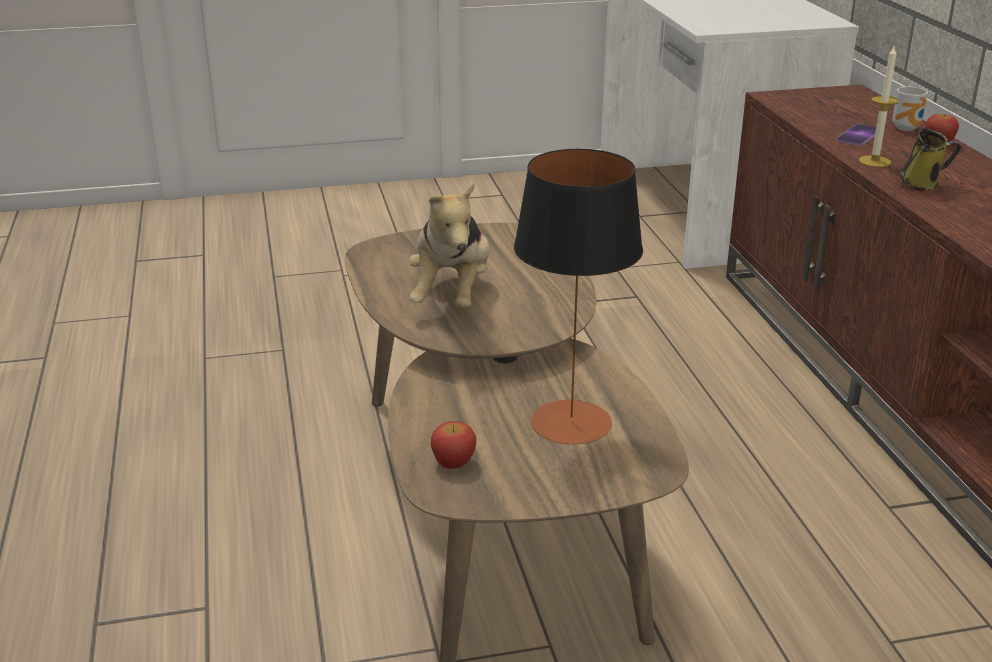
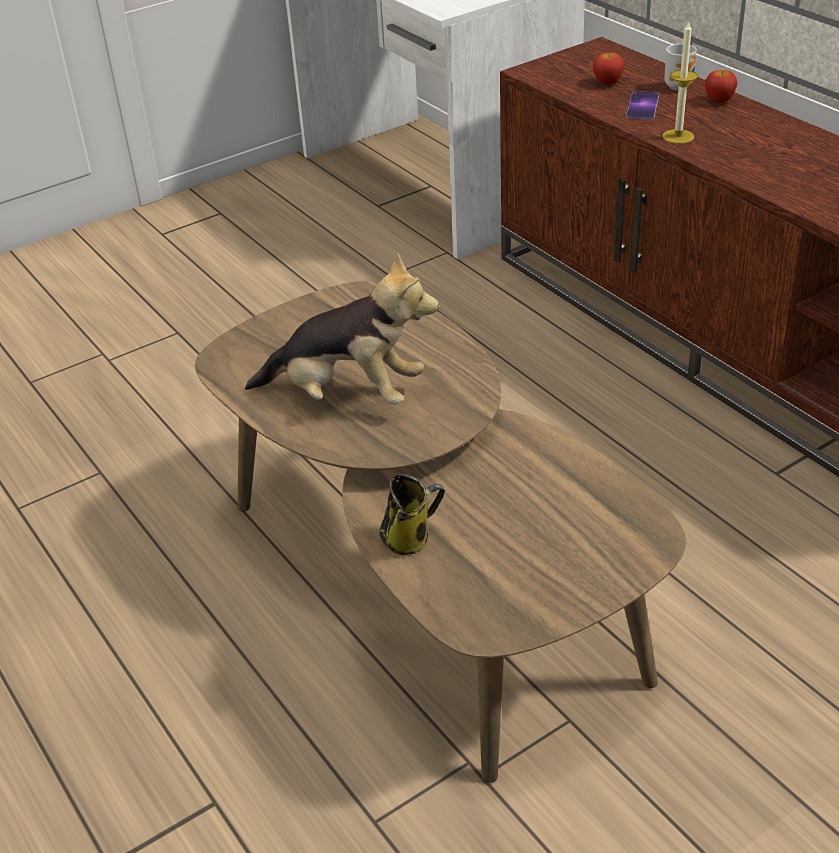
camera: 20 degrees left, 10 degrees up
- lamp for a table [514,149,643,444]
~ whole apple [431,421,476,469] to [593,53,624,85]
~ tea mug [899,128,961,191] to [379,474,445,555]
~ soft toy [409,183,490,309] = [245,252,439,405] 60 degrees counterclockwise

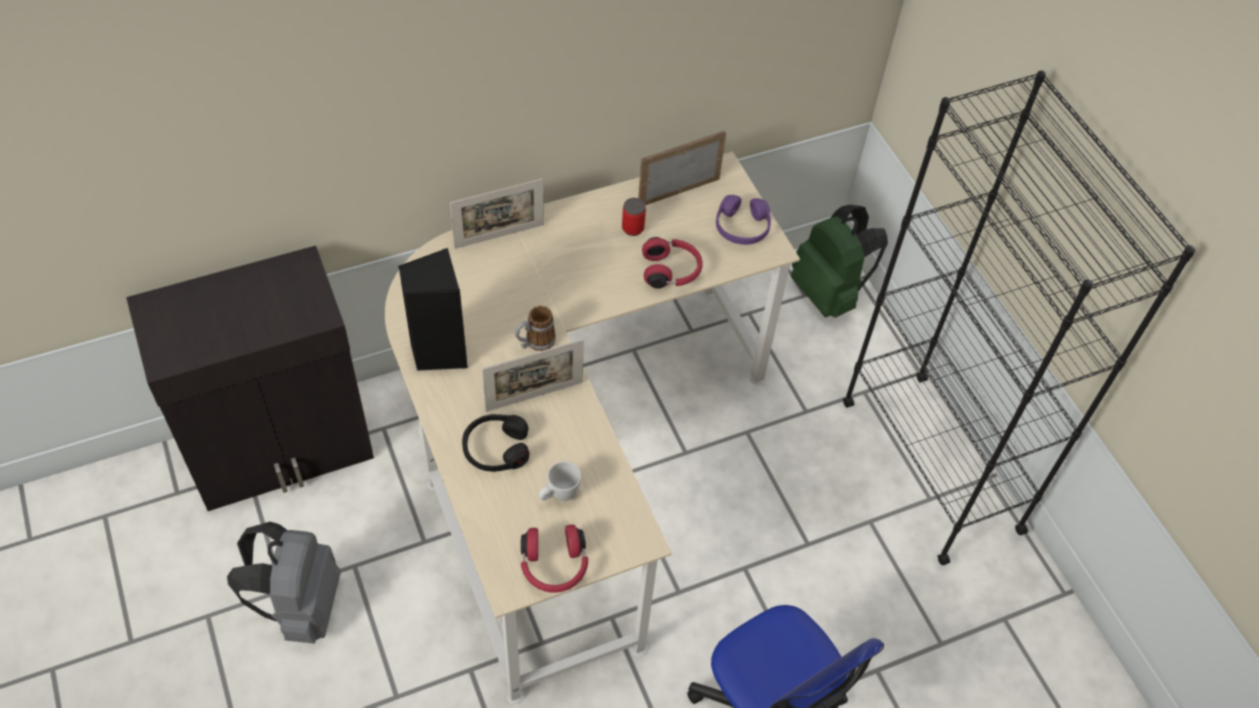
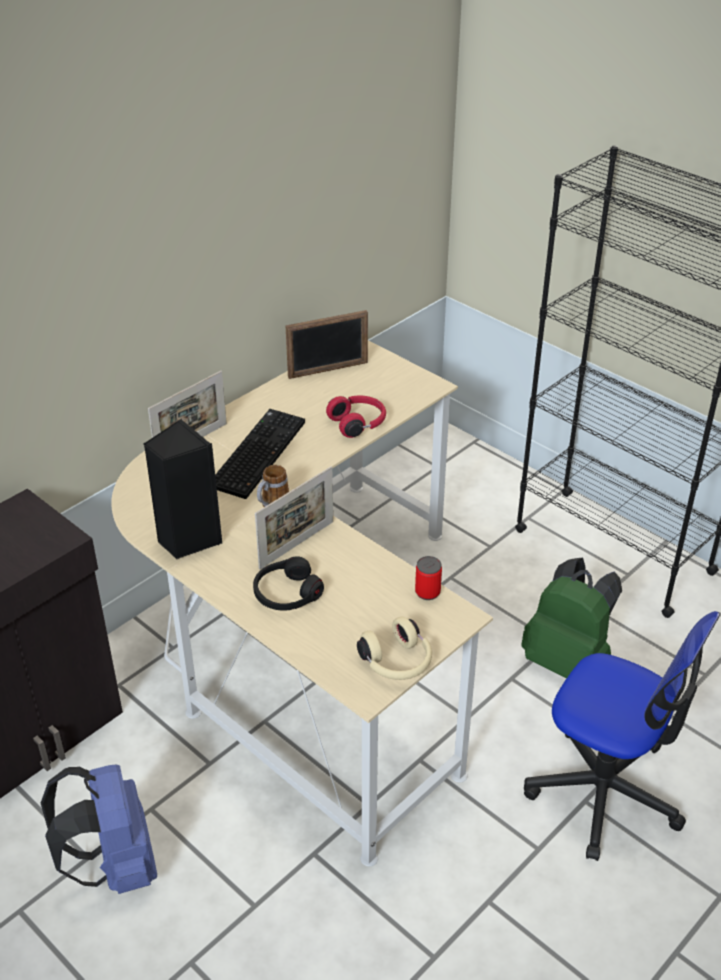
camera: 20 degrees left, 15 degrees down
- white tea mug [538,461,581,501]
- purplish pair of headphones [716,195,771,245]
+ keyboard [215,409,305,499]
~ sealed can [622,198,646,236] to [415,556,442,600]
~ green backpack [791,205,888,318] to [521,557,622,679]
~ gray backpack [227,522,341,644] to bluish backpack [41,764,157,894]
~ reddish pair of headphones [521,525,588,593] to sand-coloured pair of headphones [357,616,432,680]
~ photo frame [638,131,726,205] = [286,310,368,379] 150 degrees counterclockwise

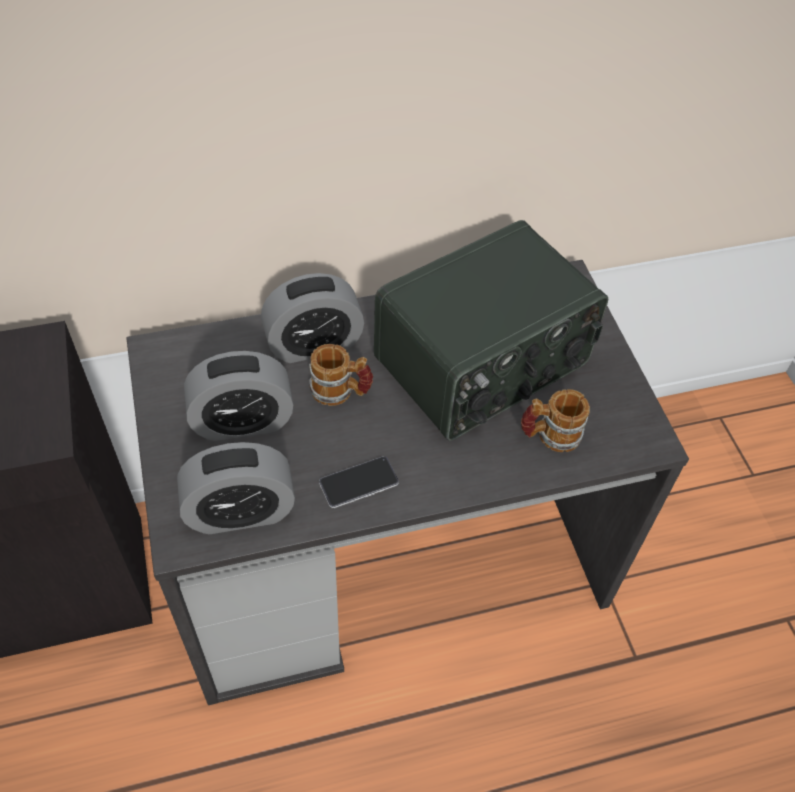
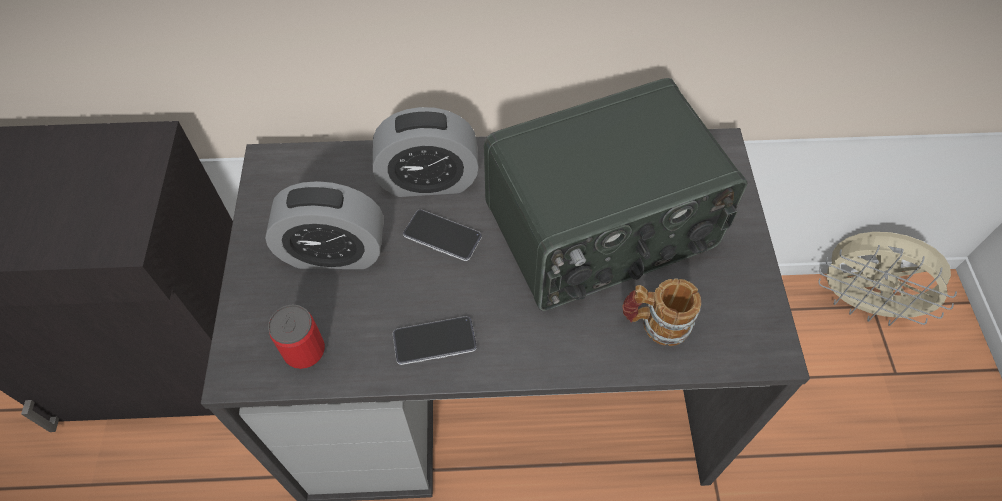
camera: 15 degrees right, 5 degrees up
+ sand-coloured fan [818,232,957,326]
~ alarm clock [177,442,295,534] to sealed can [268,305,325,369]
~ tea mug [309,344,373,406] to phone [403,209,482,261]

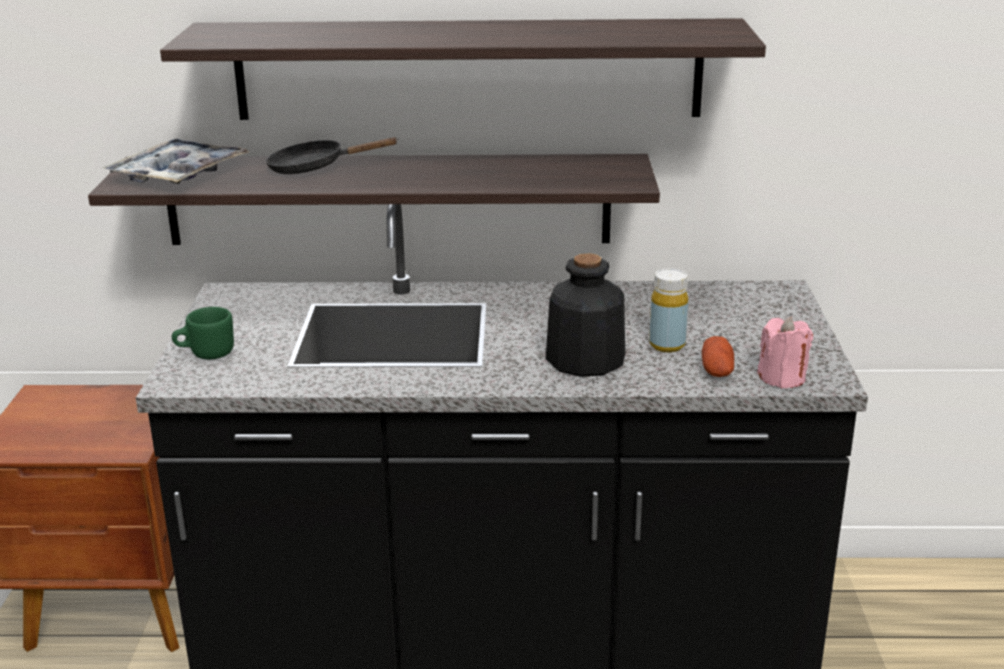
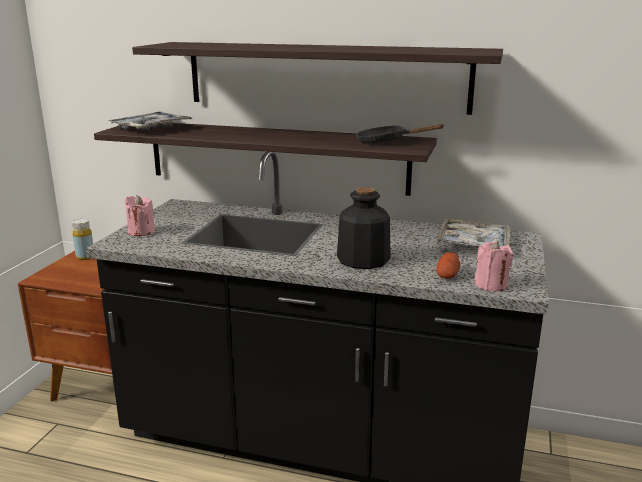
camera: 15 degrees right, 5 degrees down
+ carrying tray [437,219,511,248]
~ blackish skillet [265,137,398,174] to [356,124,444,143]
~ yellow drink bottle [649,268,688,352] to [72,218,93,260]
~ green tea mug [172,307,234,359] to pink-coloured wax light [124,195,155,236]

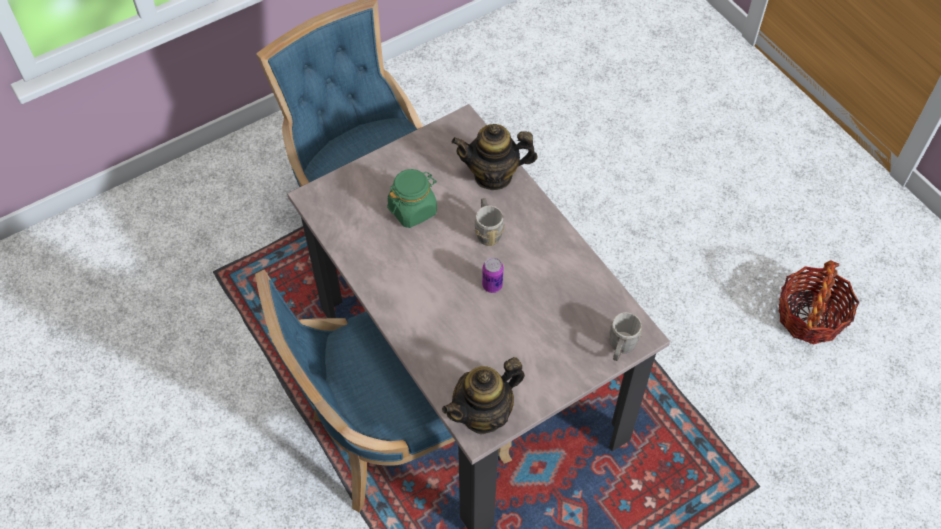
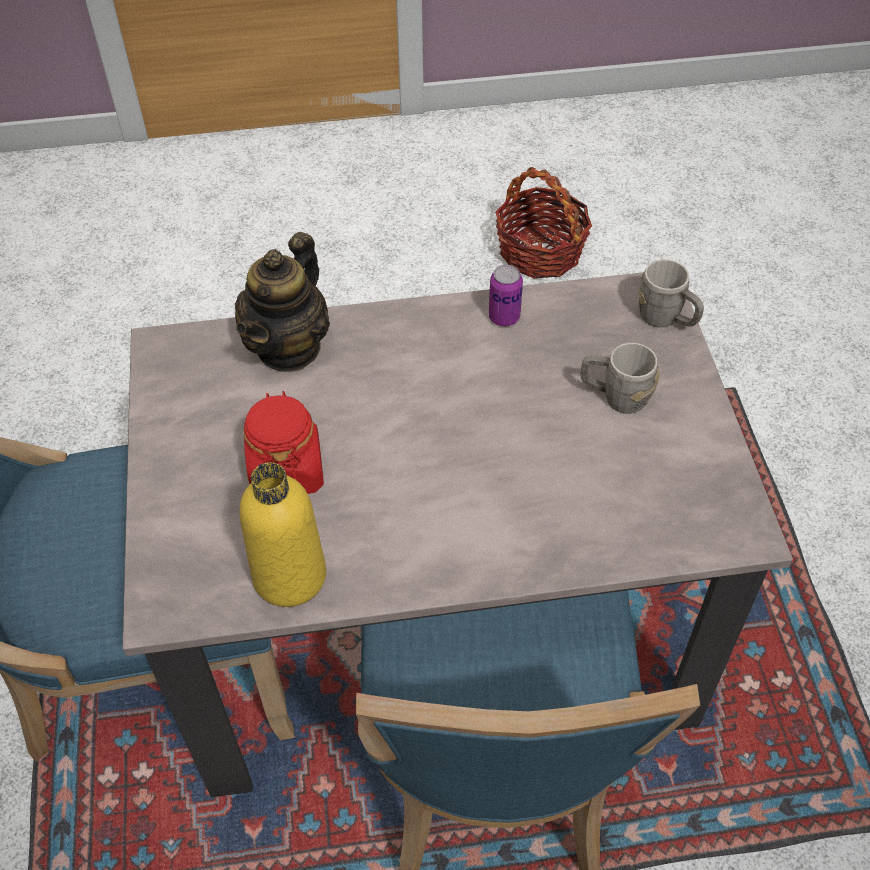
camera: 65 degrees left, 5 degrees down
- tea pot [442,357,525,435]
+ yellow drink bottle [239,462,326,607]
~ gray tea mug [475,198,505,246] to [580,343,660,414]
~ sealed can [482,258,503,293] to [489,265,523,326]
~ green jar [387,169,437,228] to reddish jar [244,391,324,494]

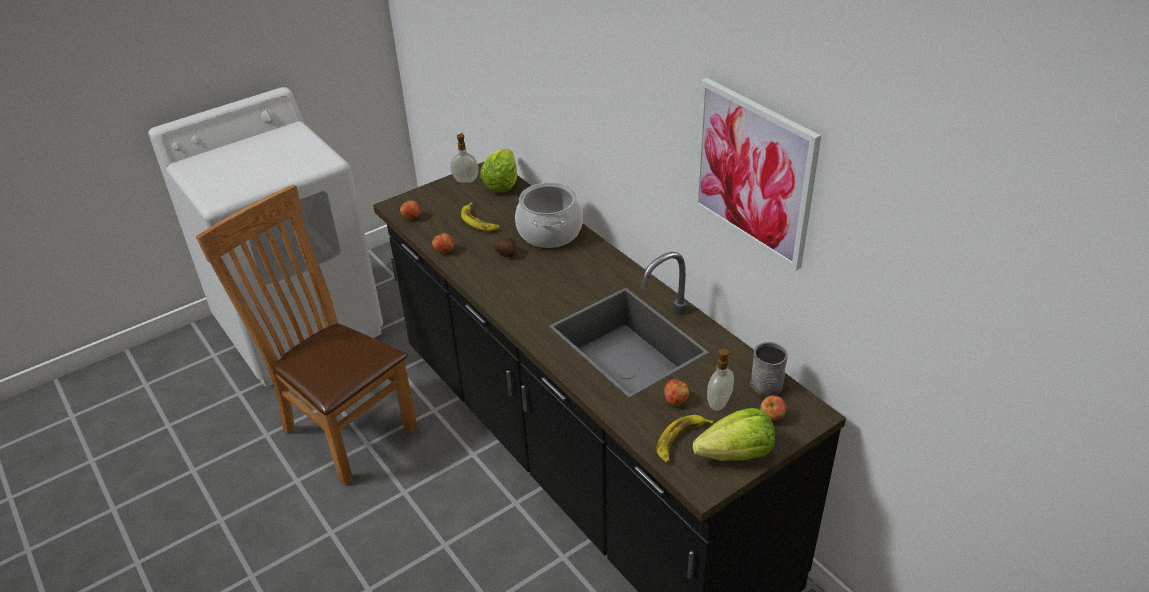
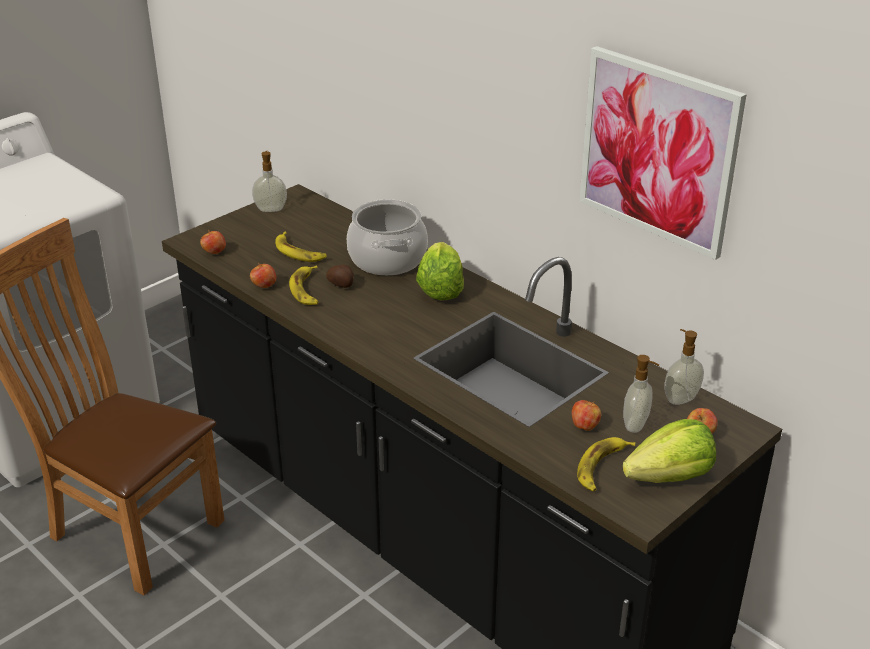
camera: 10 degrees left, 5 degrees down
+ banana [289,265,319,305]
~ lettuce [480,149,517,192] to [416,242,464,300]
~ gray tea mug [750,342,788,397] to soap bottle [665,329,704,405]

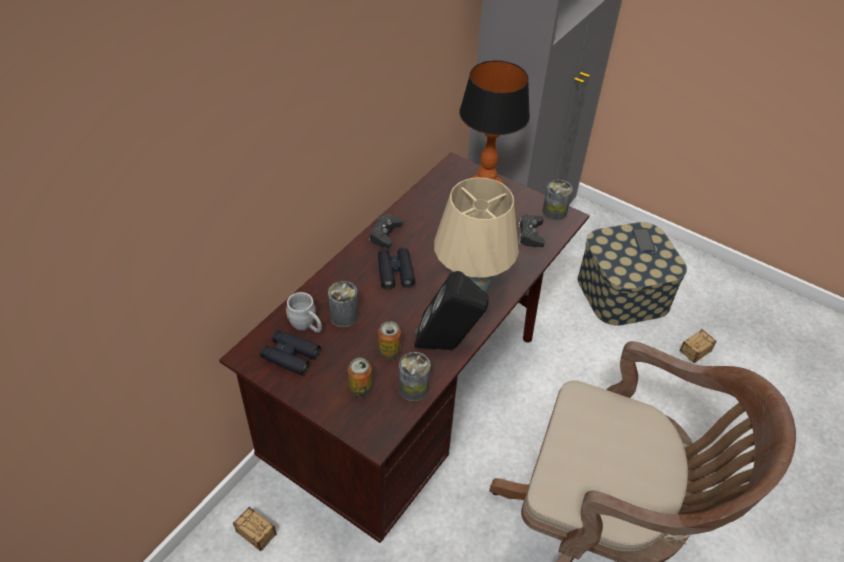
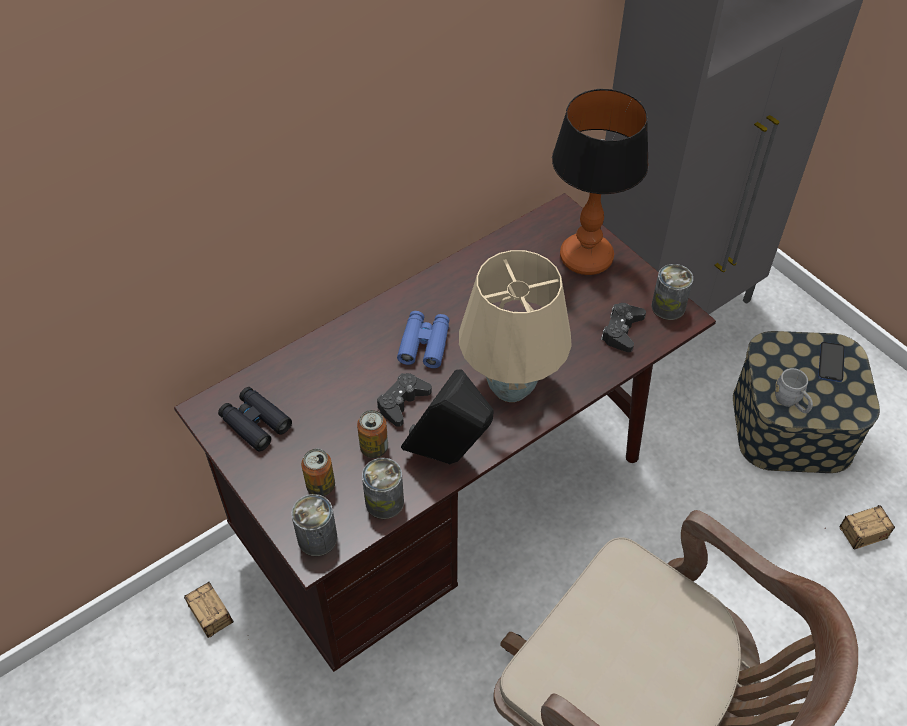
camera: 20 degrees right, 5 degrees up
~ gray tea mug [286,292,322,333] to [775,368,813,413]
~ sealed can [328,281,358,328] to [291,494,337,556]
~ blackish gamepad [369,214,403,248] to [377,373,432,427]
~ blackish binoculars [378,248,415,289] to bluish binoculars [397,311,450,368]

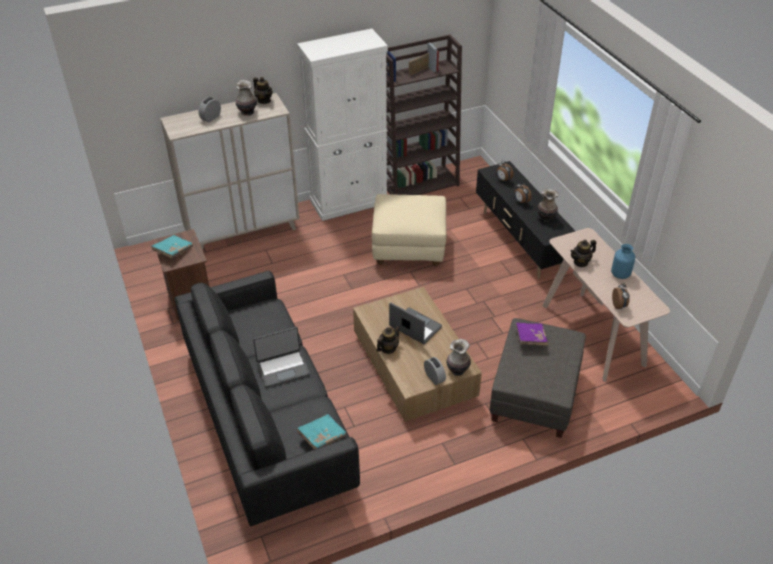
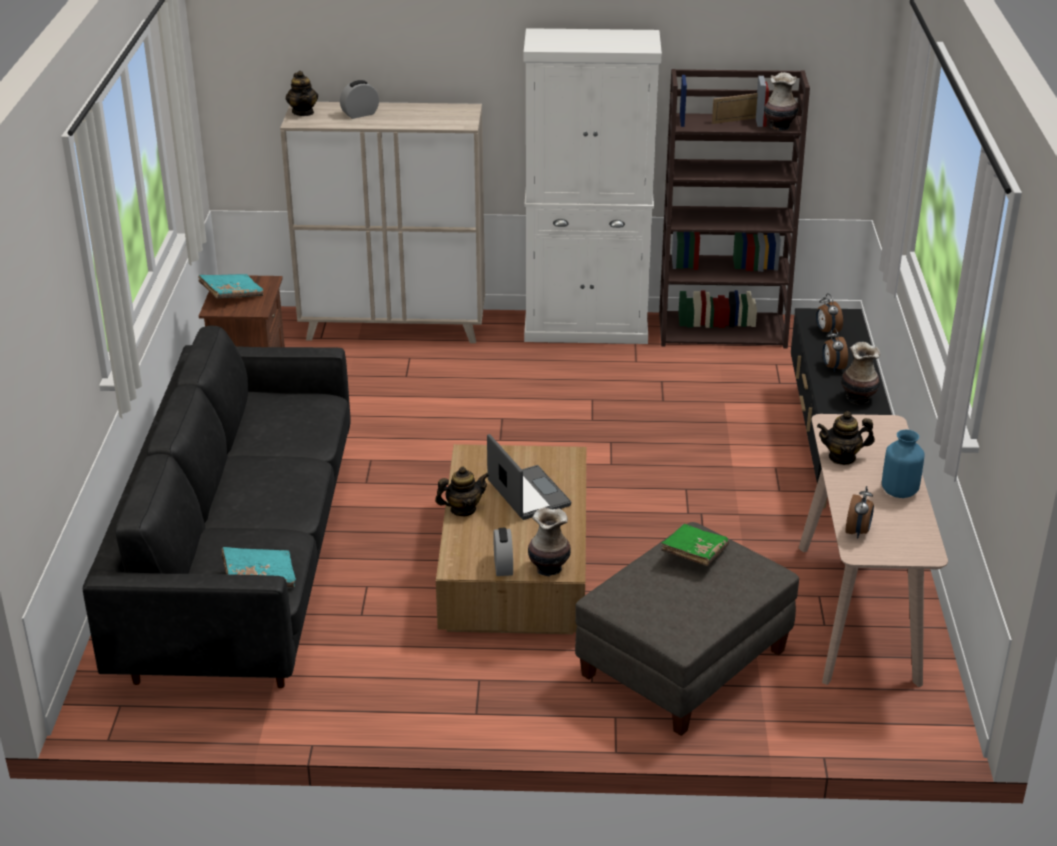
camera: 25 degrees right, 10 degrees down
- notebook computer [253,327,310,387]
- sand-coloured ottoman [372,194,446,266]
~ flower vase [236,80,257,116] to [764,72,799,131]
~ tea pot [253,77,273,104] to [286,71,318,116]
~ purplish volume [515,322,548,346] to green volume [661,524,729,566]

